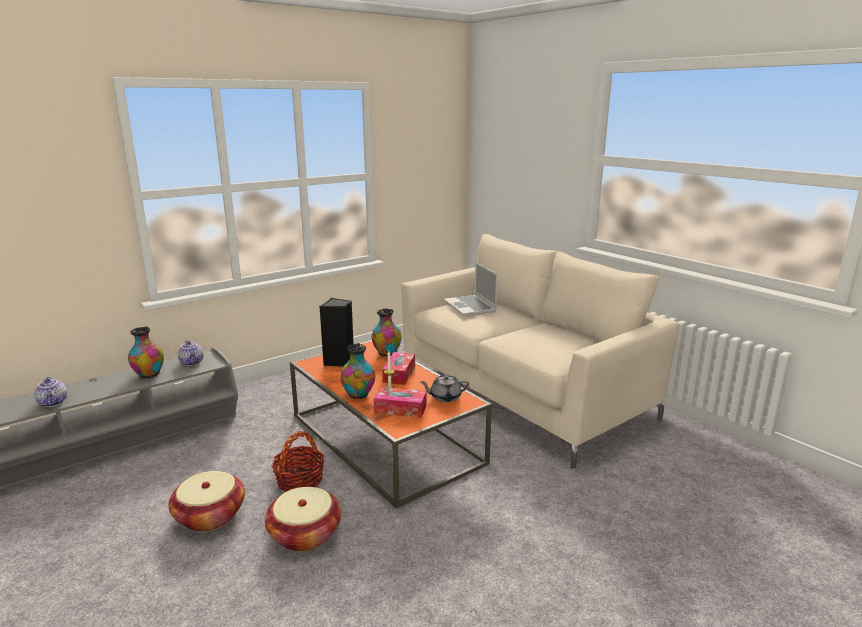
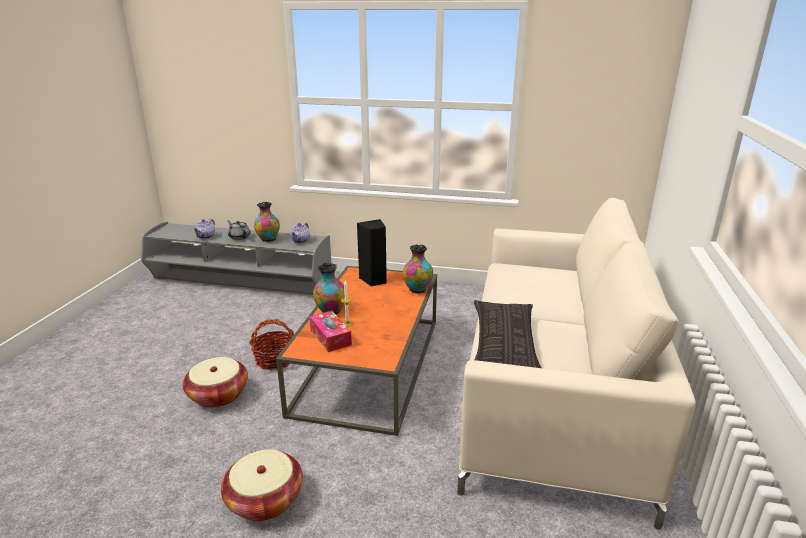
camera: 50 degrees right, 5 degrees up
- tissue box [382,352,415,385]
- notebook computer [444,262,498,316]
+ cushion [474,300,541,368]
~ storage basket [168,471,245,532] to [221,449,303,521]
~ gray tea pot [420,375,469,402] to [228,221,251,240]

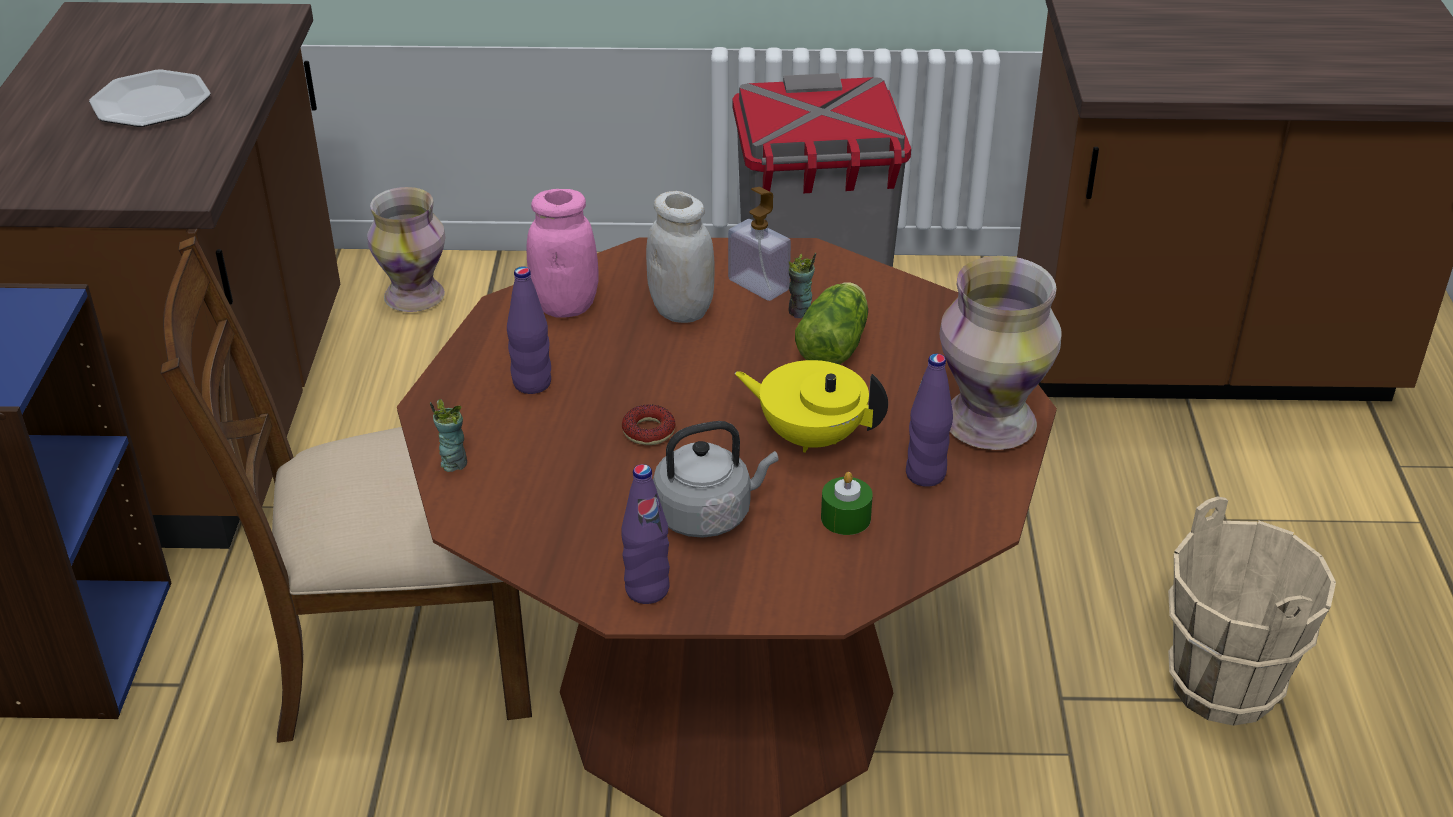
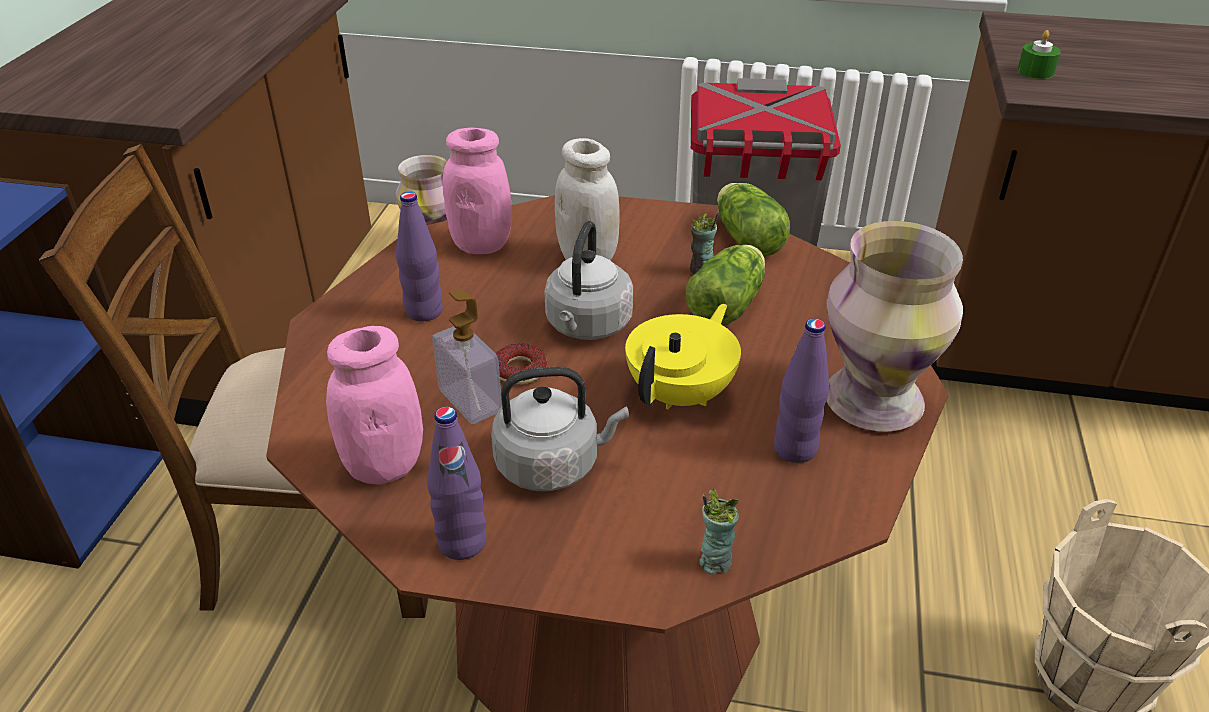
camera: 10 degrees right, 0 degrees up
- flat dish [89,69,211,127]
+ pink-coloured jar [326,326,423,485]
+ gray tea kettle [544,221,633,340]
+ lettuce [717,183,790,257]
~ drinking cup [430,399,467,472] to [700,489,739,574]
~ soap bottle [728,187,791,301] to [432,290,502,424]
~ green wax light [821,472,873,535] to [1017,30,1061,79]
~ yellow tea pot [735,360,888,453] = [625,304,741,409] 90 degrees clockwise

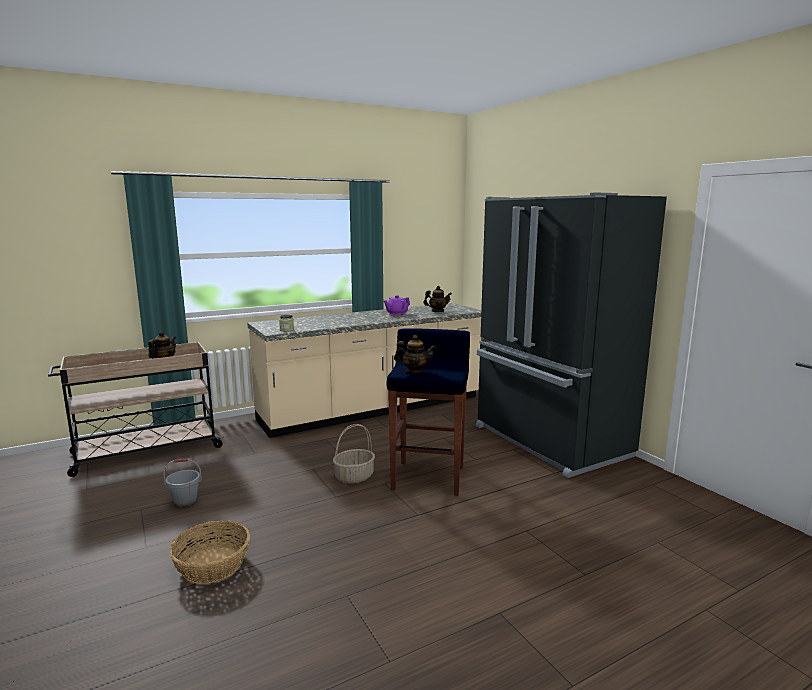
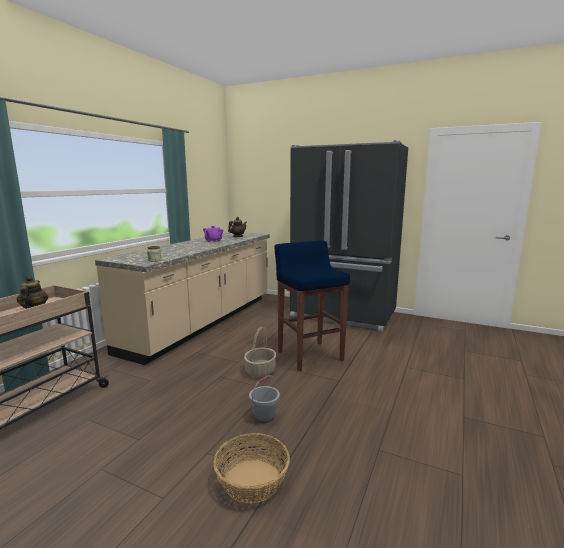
camera: 35 degrees left, 0 degrees up
- tea pot [394,335,436,374]
~ gray bucket [163,459,202,507] to [249,375,280,423]

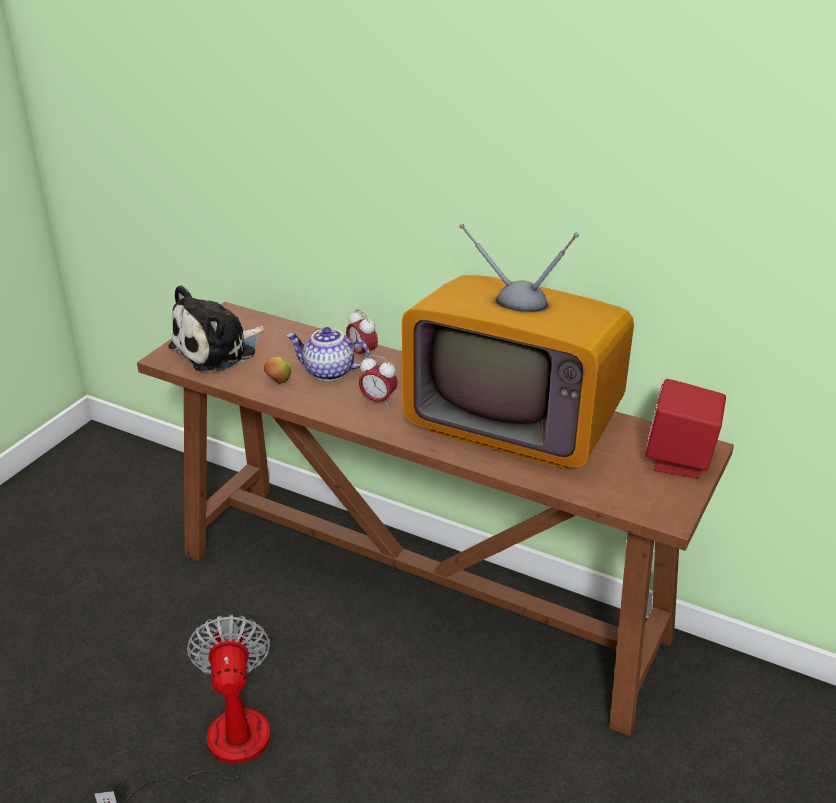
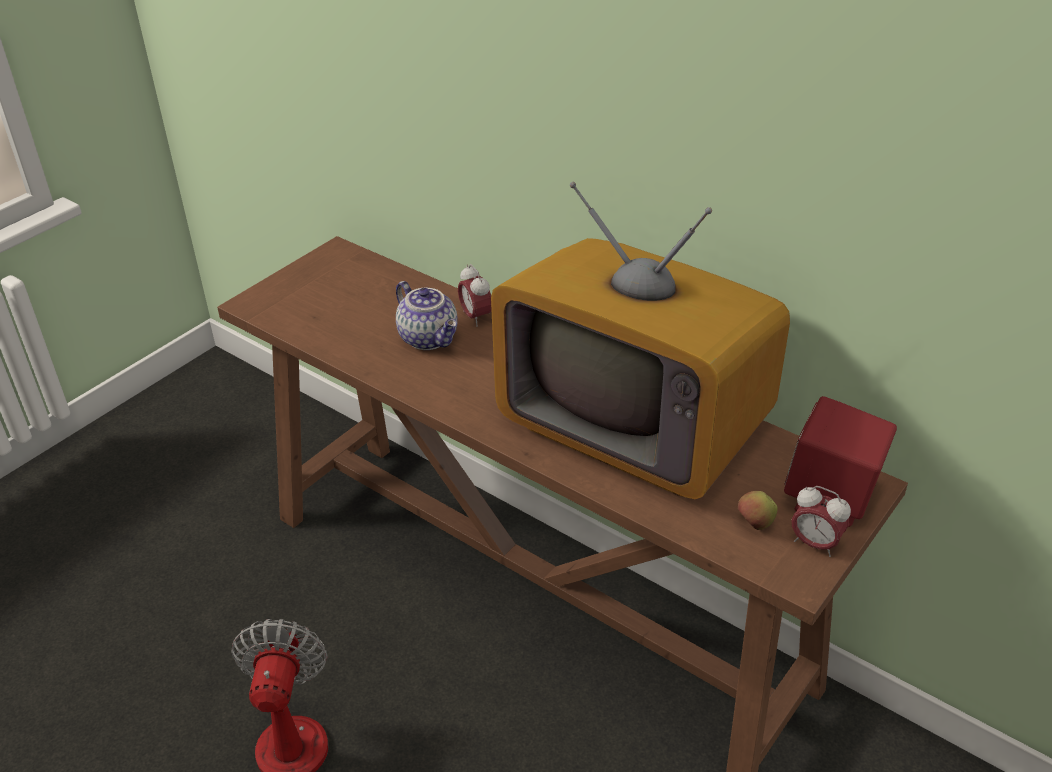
camera: 10 degrees right, 5 degrees up
- soft toy [168,285,264,371]
~ whole apple [264,357,291,384] to [737,491,778,530]
~ alarm clock [359,355,398,407] to [791,486,851,557]
~ tea pot [286,327,370,381] = [396,281,458,350] 150 degrees counterclockwise

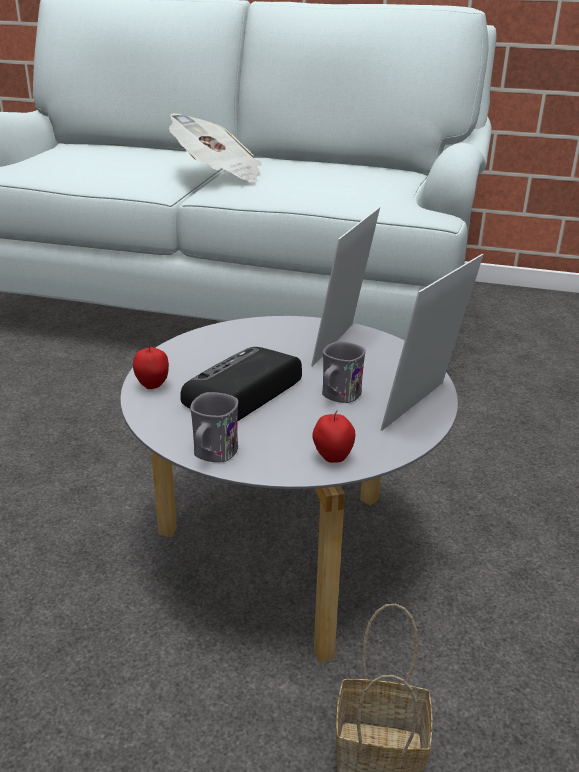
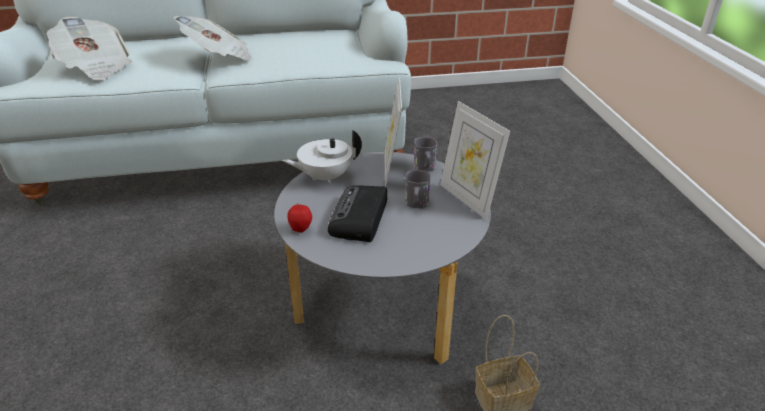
camera: 25 degrees left, 5 degrees up
- whole apple [312,410,355,463]
+ daily paper [46,16,132,80]
+ white tea pot [282,130,362,184]
~ gray tea mug [190,392,238,462] to [414,137,437,172]
~ photo frame [381,254,484,431] = [440,101,510,220] 45 degrees counterclockwise

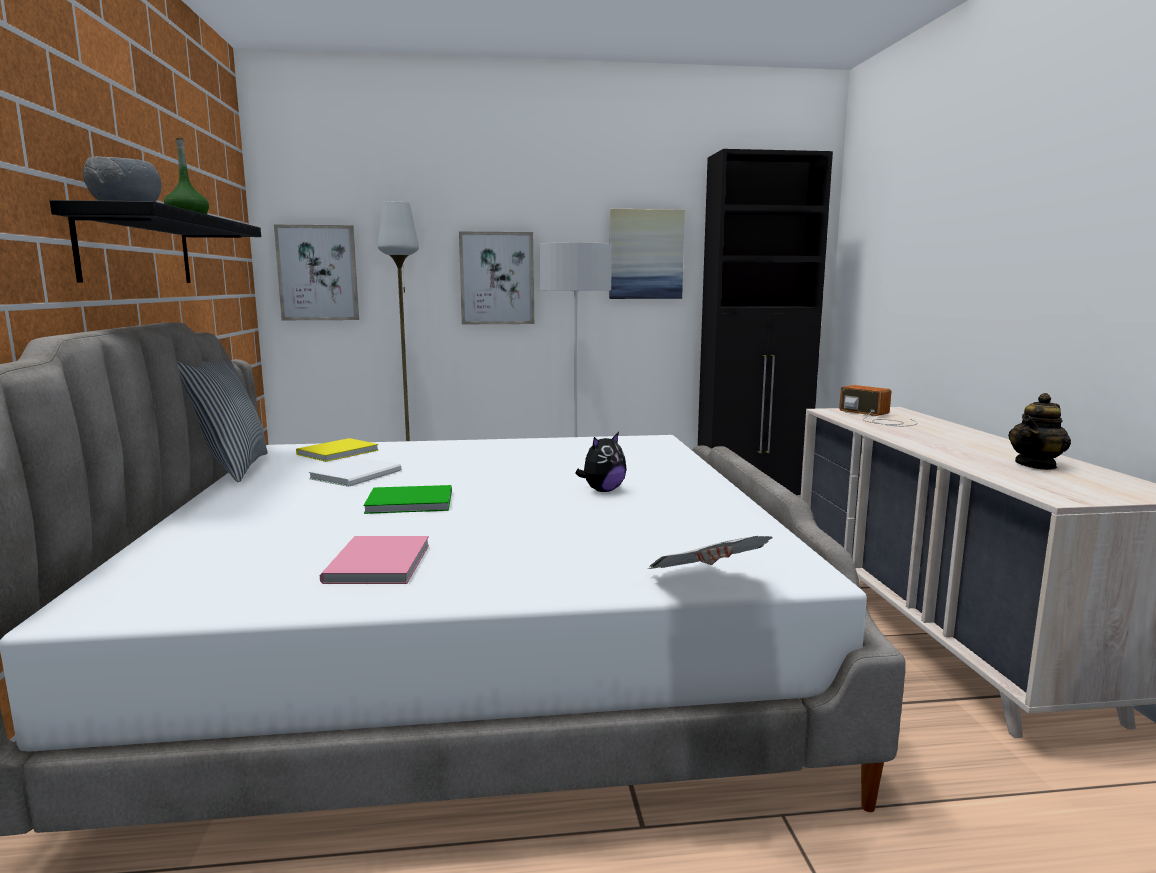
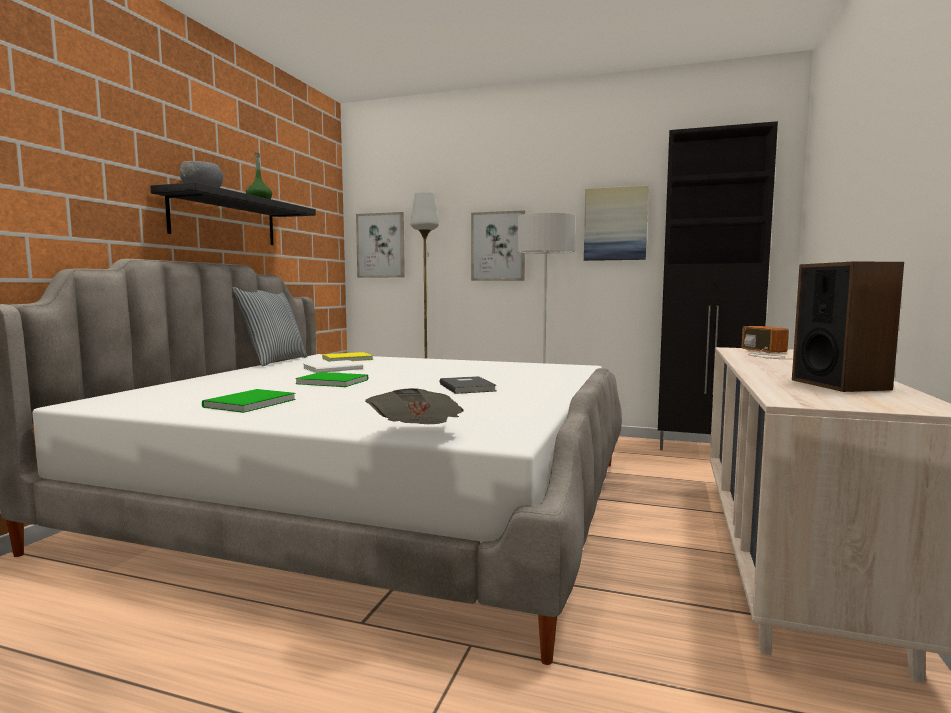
camera: 25 degrees right, 5 degrees down
~ soft toy [575,432,627,492] to gray volume [439,376,497,394]
~ tea pot [1008,393,1071,470] to audio speaker [792,261,904,392]
~ pink-coloured volume [320,536,429,584] to green volume [202,389,296,413]

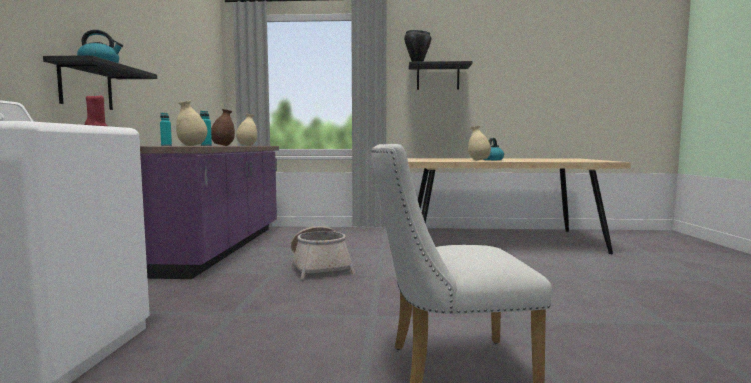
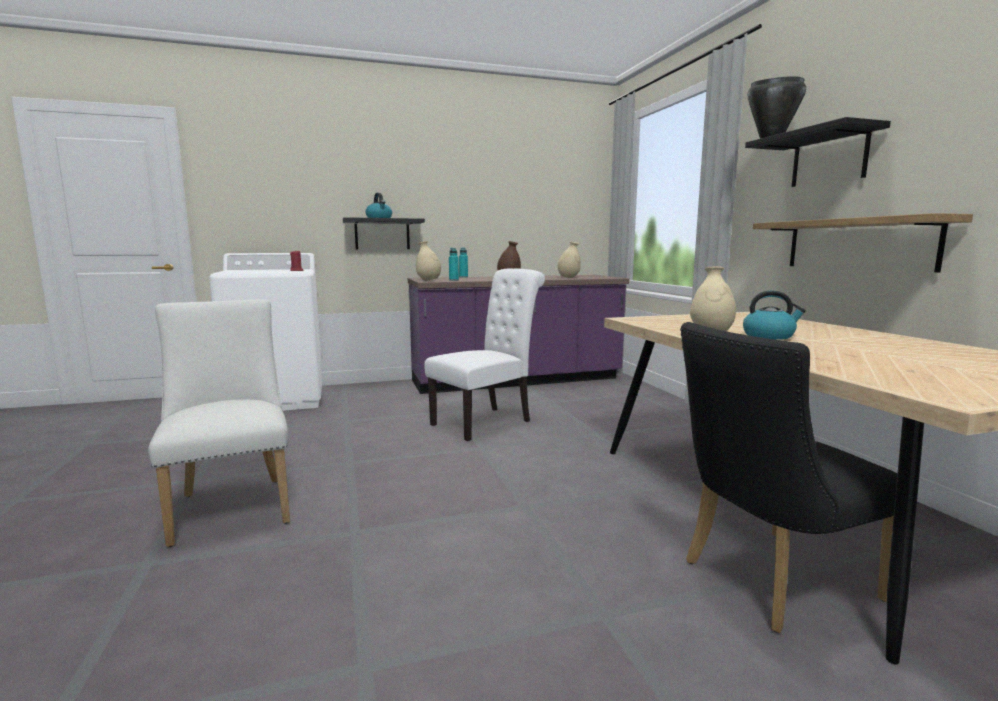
camera: 70 degrees right, 5 degrees up
+ blackish upright chair [680,322,898,633]
+ wall shelf [753,213,973,273]
~ storage basket [291,226,355,280] to white upright chair [424,268,545,441]

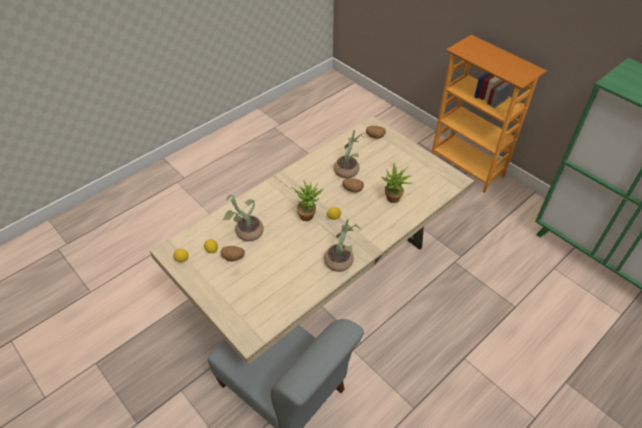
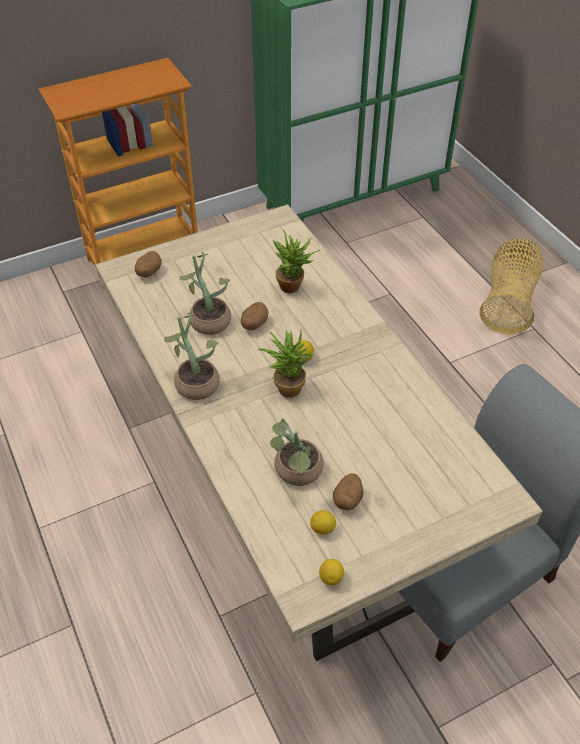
camera: 75 degrees left, 0 degrees up
+ storage basket [480,238,543,334]
~ potted plant [324,219,361,272] to [164,312,220,400]

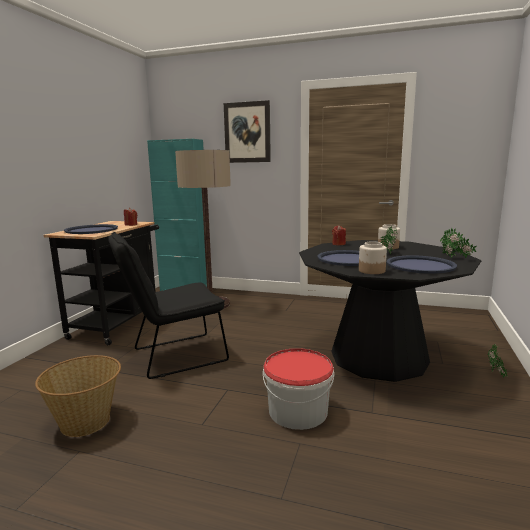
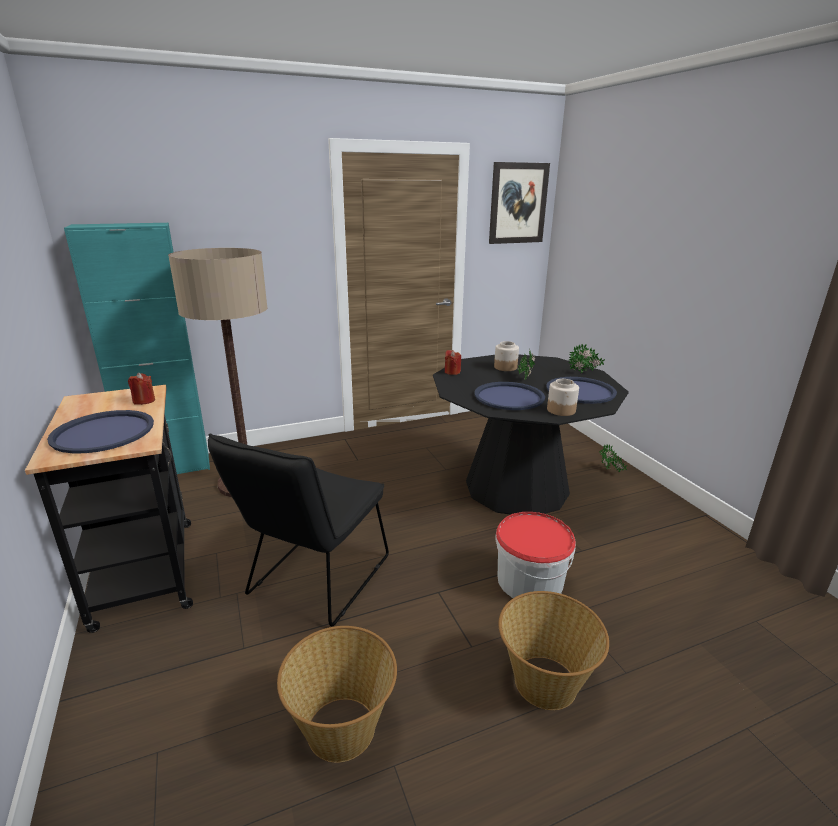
camera: 40 degrees left, 10 degrees up
+ storage basket [499,591,609,710]
~ wall picture [224,100,271,163] to [489,162,550,244]

